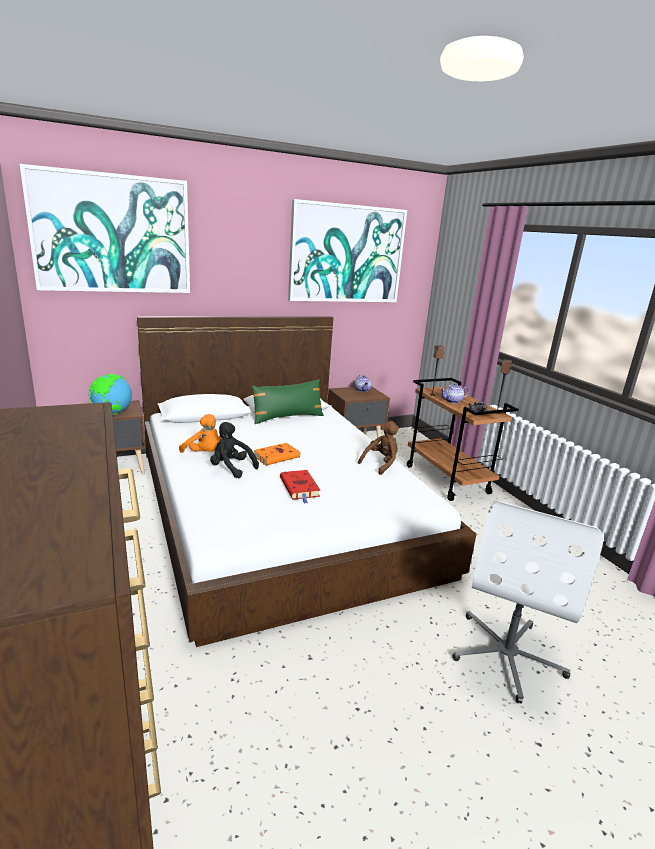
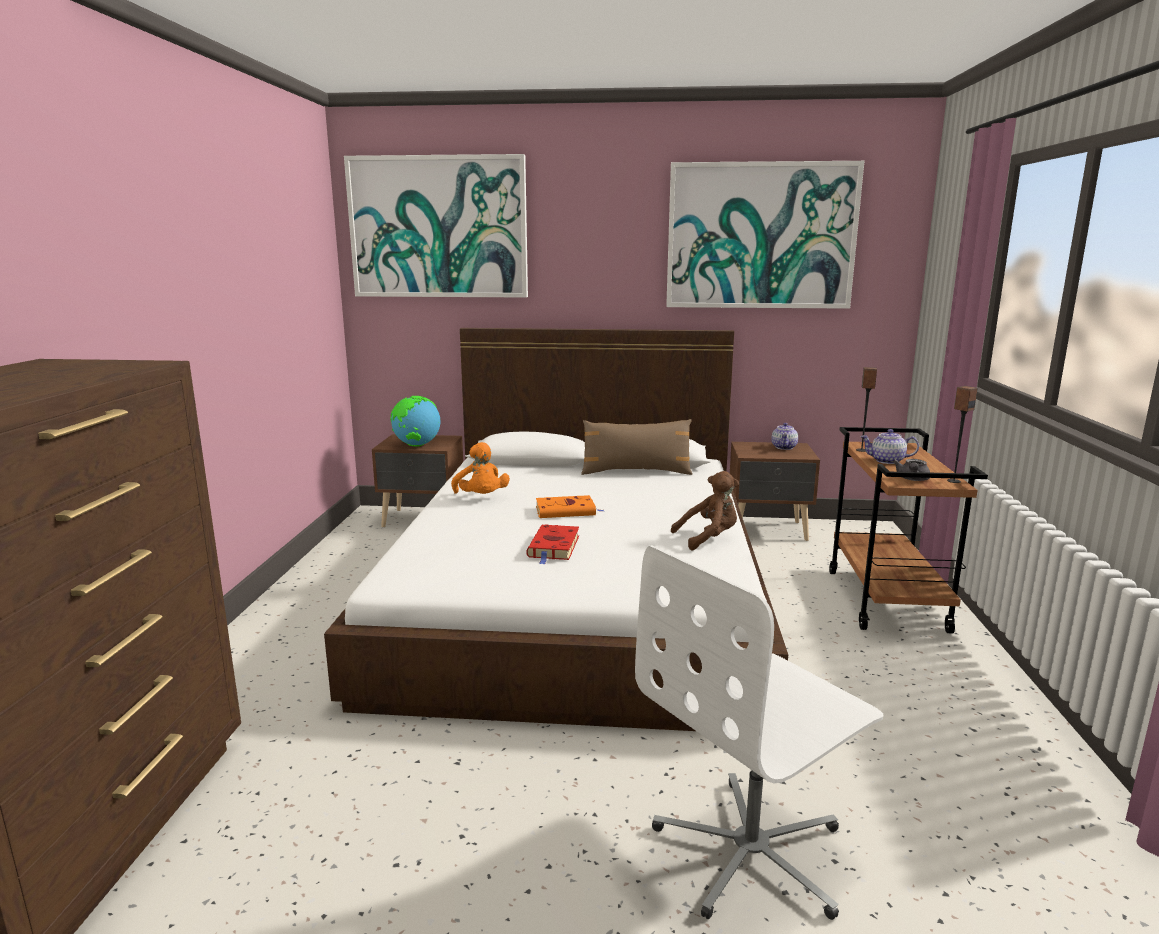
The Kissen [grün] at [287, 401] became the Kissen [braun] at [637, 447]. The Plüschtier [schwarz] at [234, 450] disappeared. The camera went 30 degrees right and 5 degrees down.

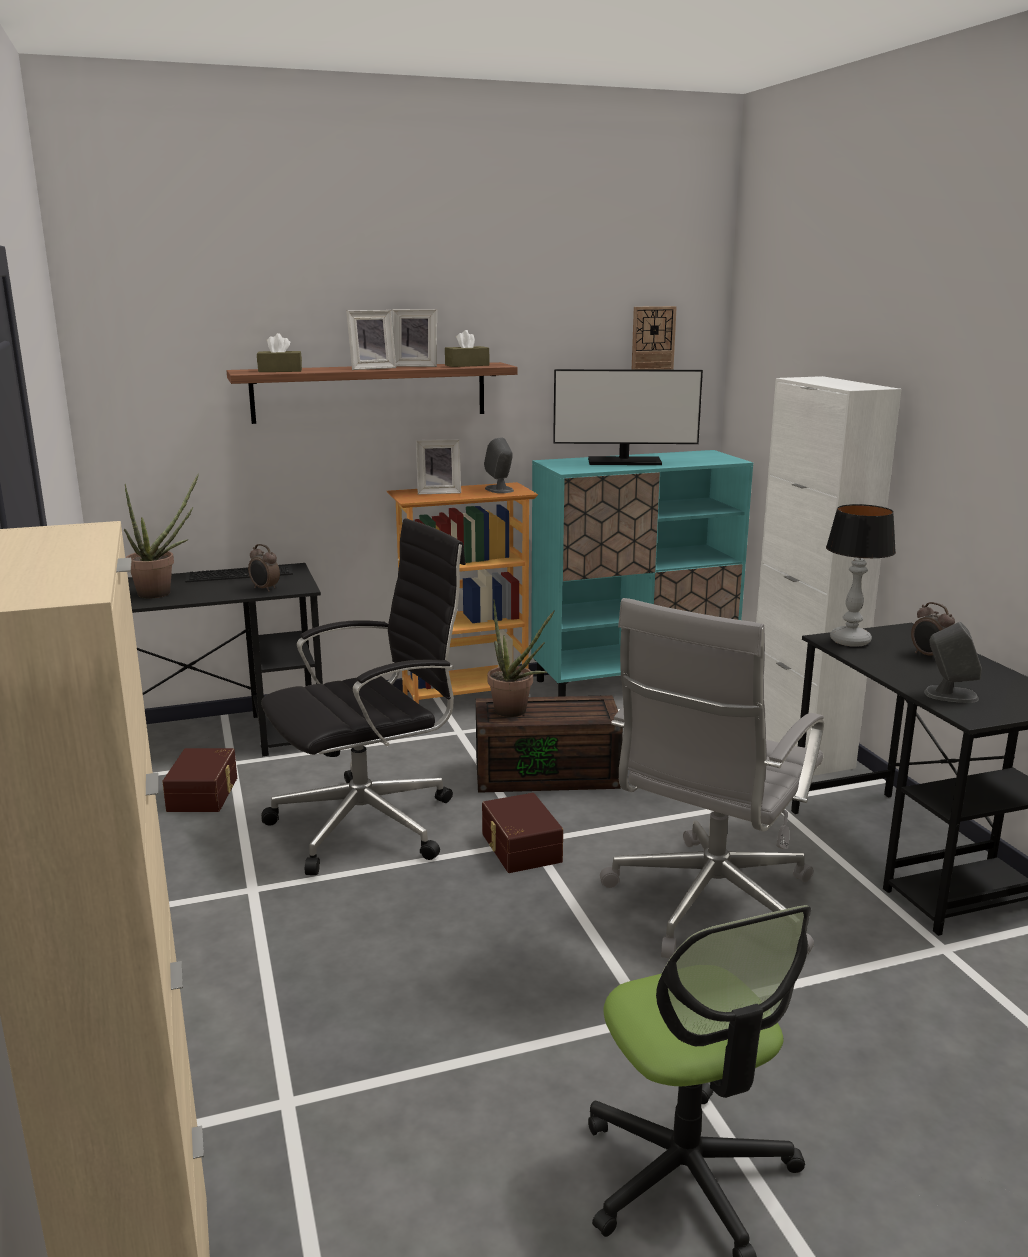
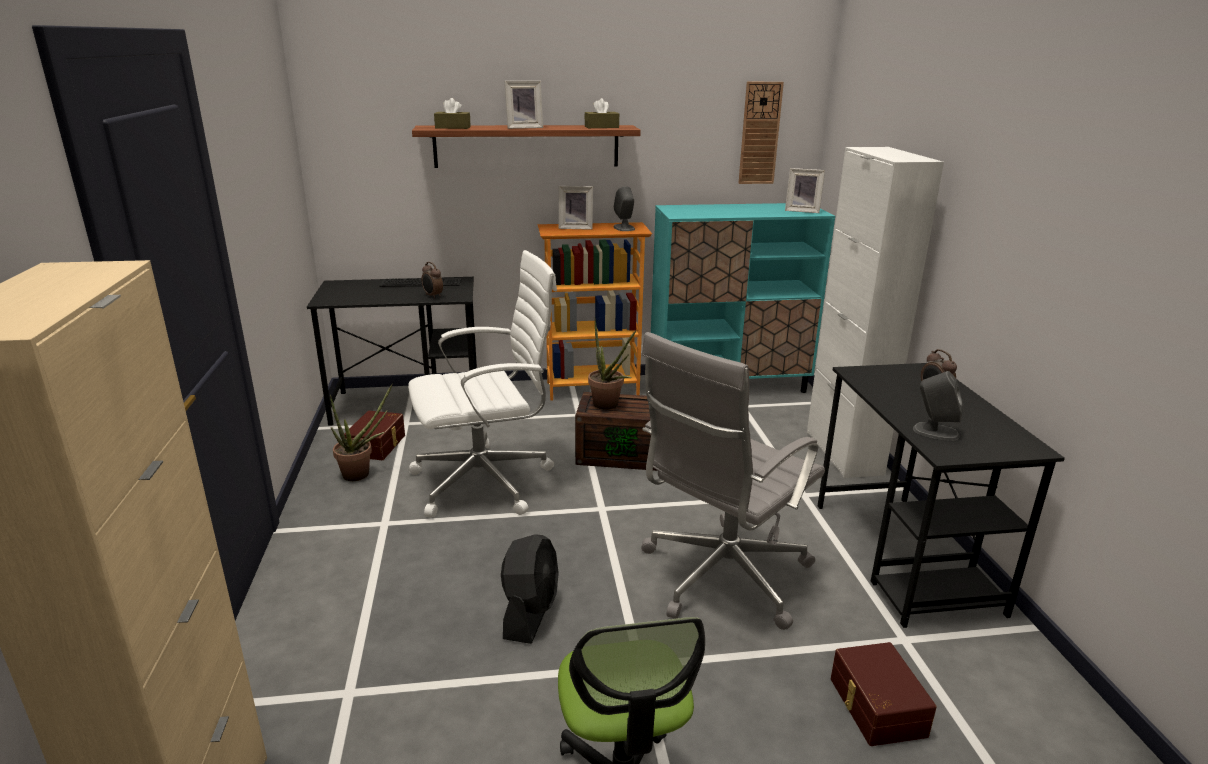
The Bilderrahmen moved from [414, 338] to [805, 190]. The Monitor at [628, 417] disappeared. The Topfpflanze moved from [161, 535] to [361, 432]. The Tischlampe at [861, 575] disappeared. The Bürostuhl [schwarz] at [363, 696] became the Bürostuhl [weiß] at [482, 384]. The Aufbewahrungsbox [braun] moved from [522, 833] to [884, 694]. The Ventilator [schwarz] at [530, 589] appeared. The camera went 10 degrees right and 5 degrees up.

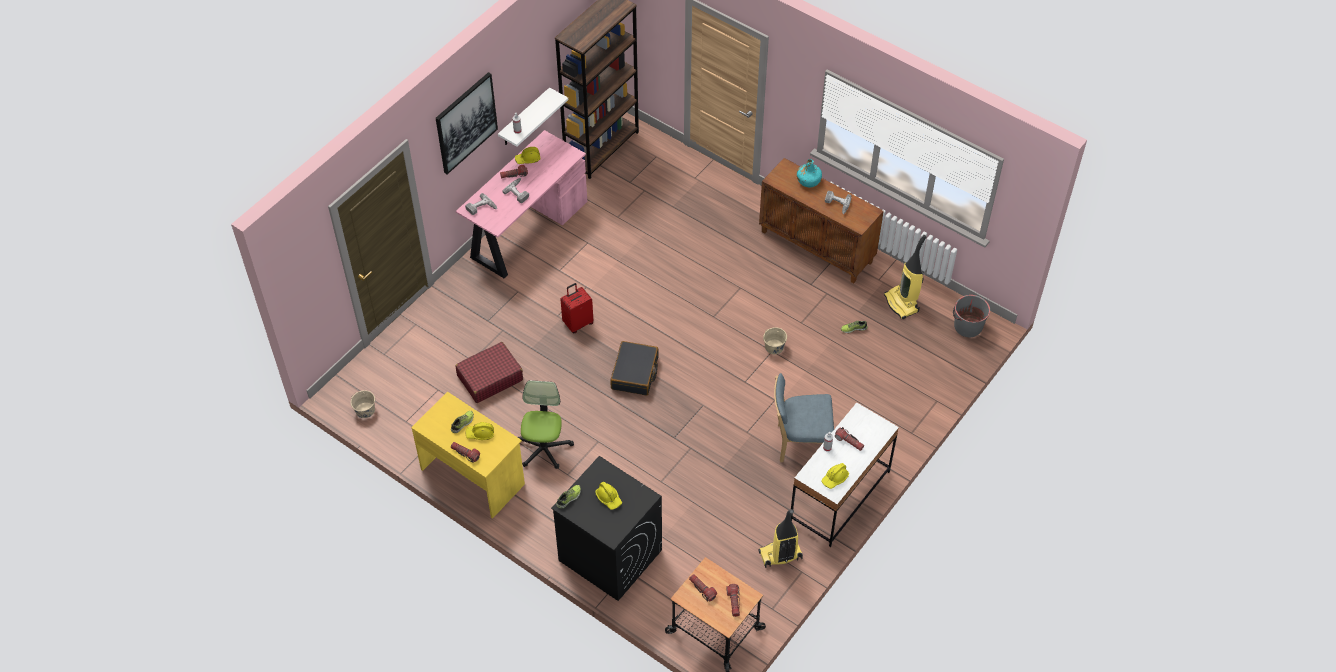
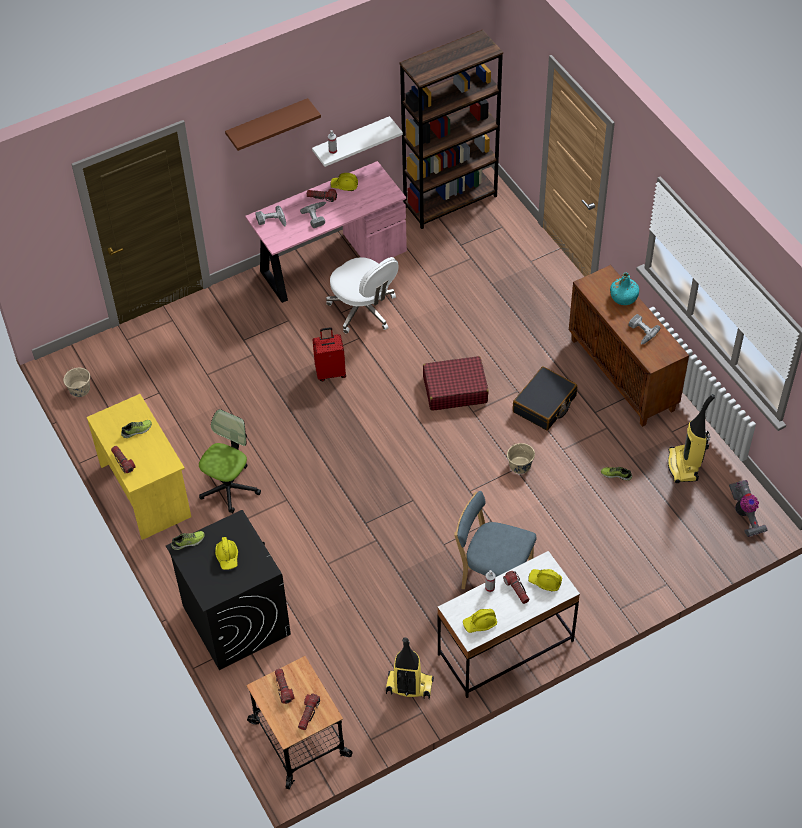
The Bild at [467, 123] was replaced by the Wandregal [braun] at [273, 124]. The Eimer [grau] at [971, 316] was replaced by the Staubsauger at [748, 508]. The Koffer [schwarz] moved from [634, 368] to [545, 398]. The Koffer [rot] moved from [489, 372] to [456, 383]. The Schutzhelm [gelb] moved from [479, 431] to [545, 580]. The Bürostuhl [weiß] at [362, 295] appeared. The camera went 25 degrees right and 0 degrees up.

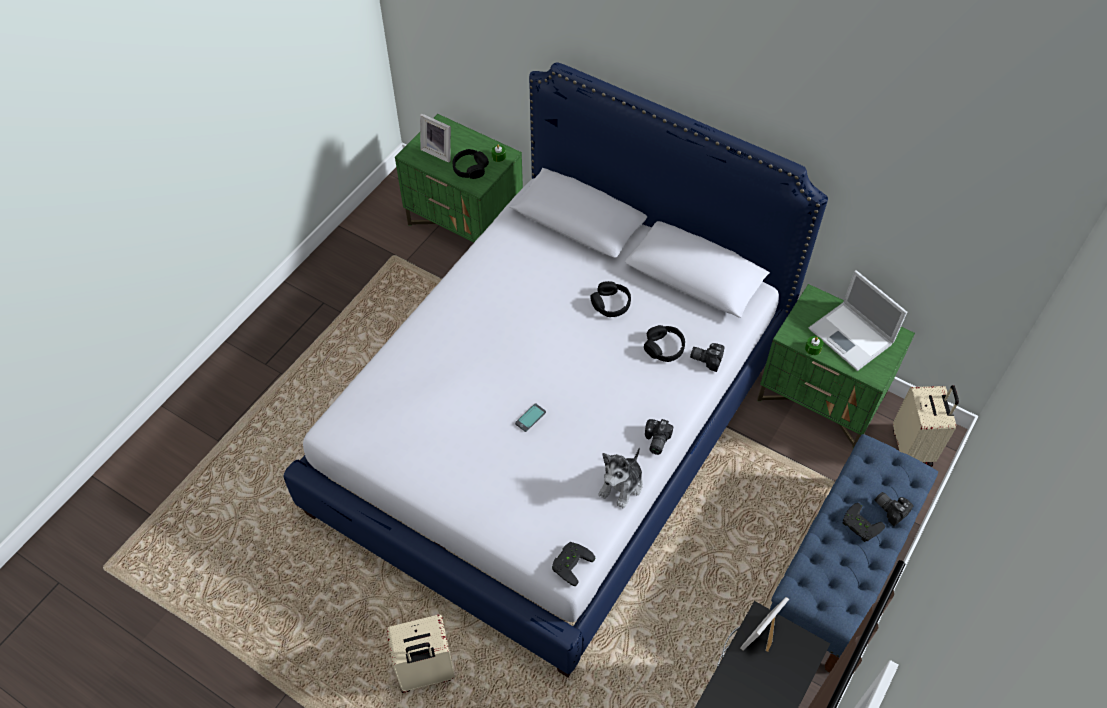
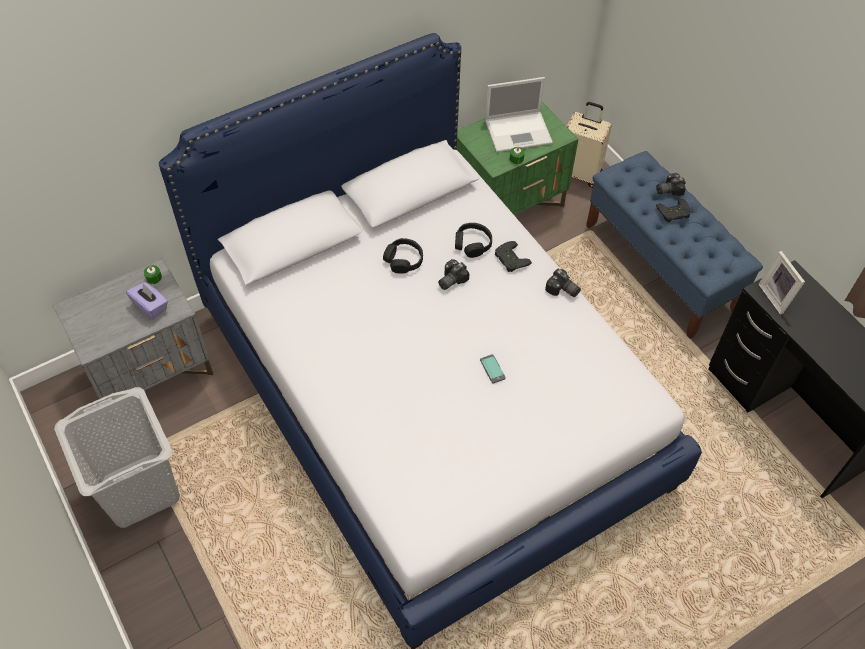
The Bilderrahmen at [435, 138] disappeared. The Nachttisch [grün] at [459, 178] became the Nachttisch [grau] at [132, 329]. The Kopfhörer [schwarz] at [471, 164] was replaced by the Taschentuchbox [lila] at [147, 300]. The Kamera moved from [707, 357] to [453, 274]. The Plüschtier at [621, 478] disappeared. The Gamepad [schwarz] moved from [573, 564] to [513, 256]. The Koffer [beige] at [420, 654] disappeared. The Wäschekorb [grau] at [117, 457] appeared. The camera went 65 degrees left and 0 degrees up.

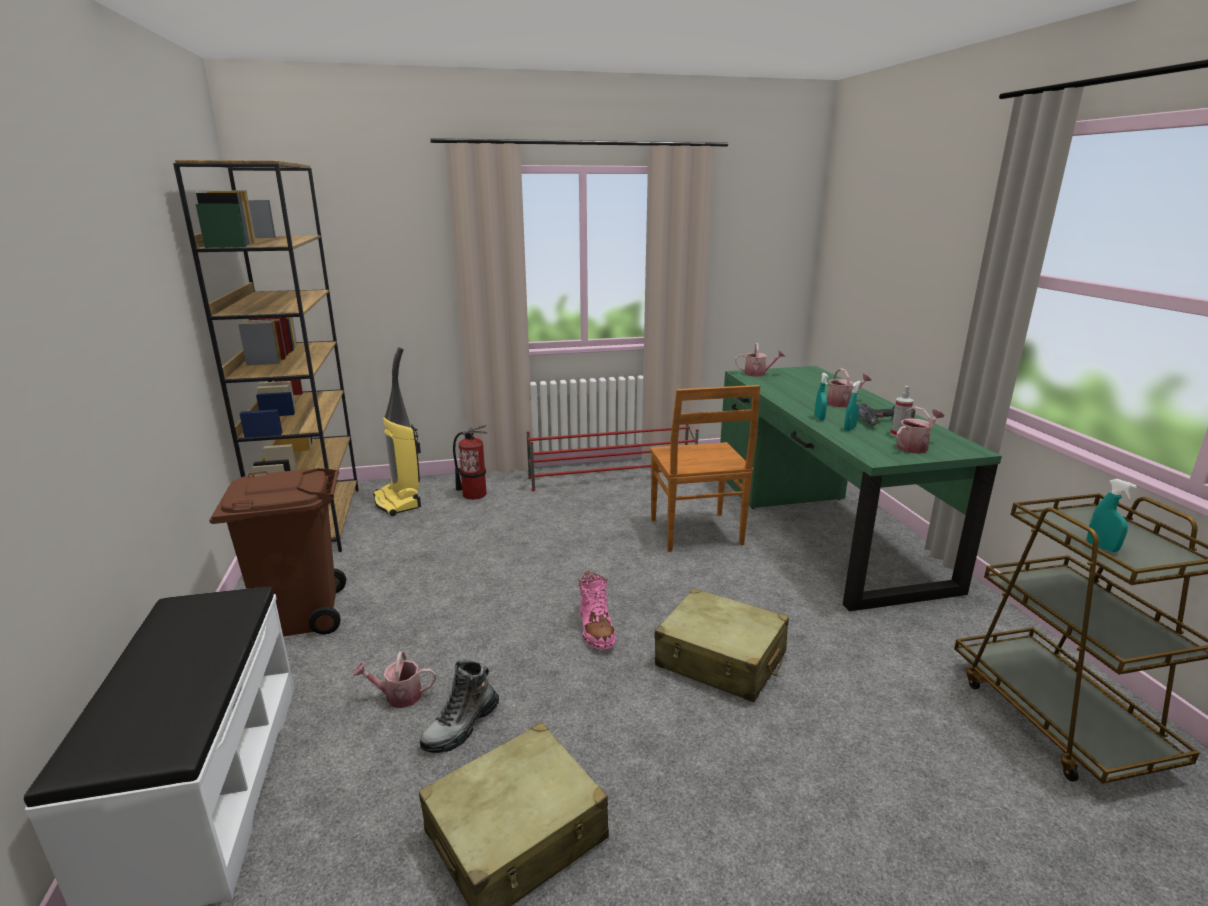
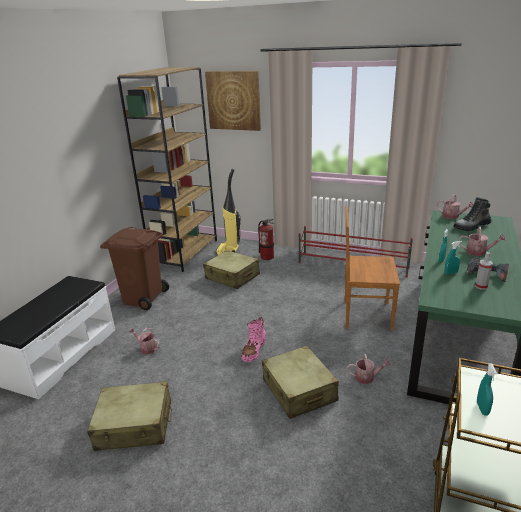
The Stuhl [braun] at [705, 468] turned 75 degrees clockwise. The Gießkanne moved from [920, 430] to [369, 369]. The Stiefel moved from [459, 706] to [472, 214]. The Bild at [233, 101] appeared. The Koffer [beige] at [231, 269] appeared. The camera went 35 degrees right and 5 degrees up.

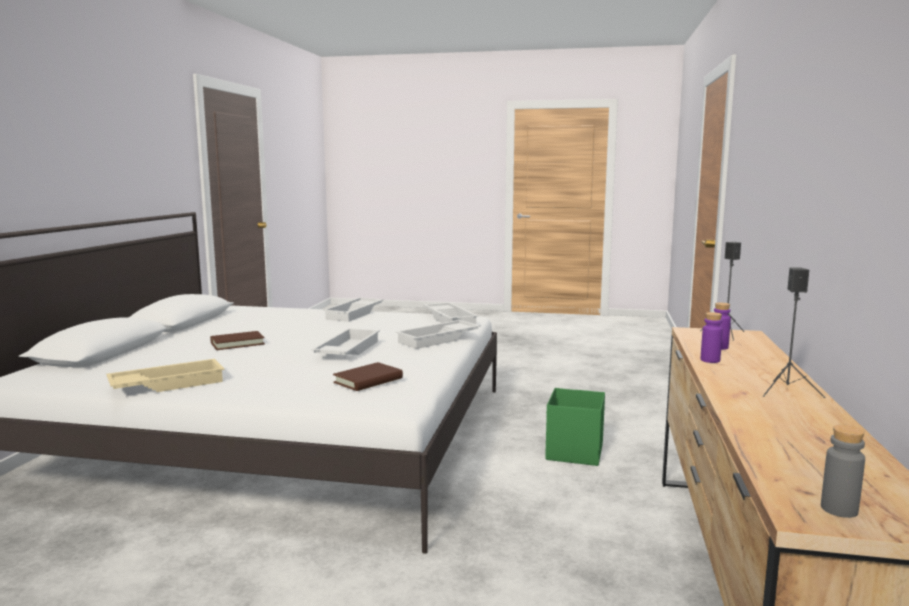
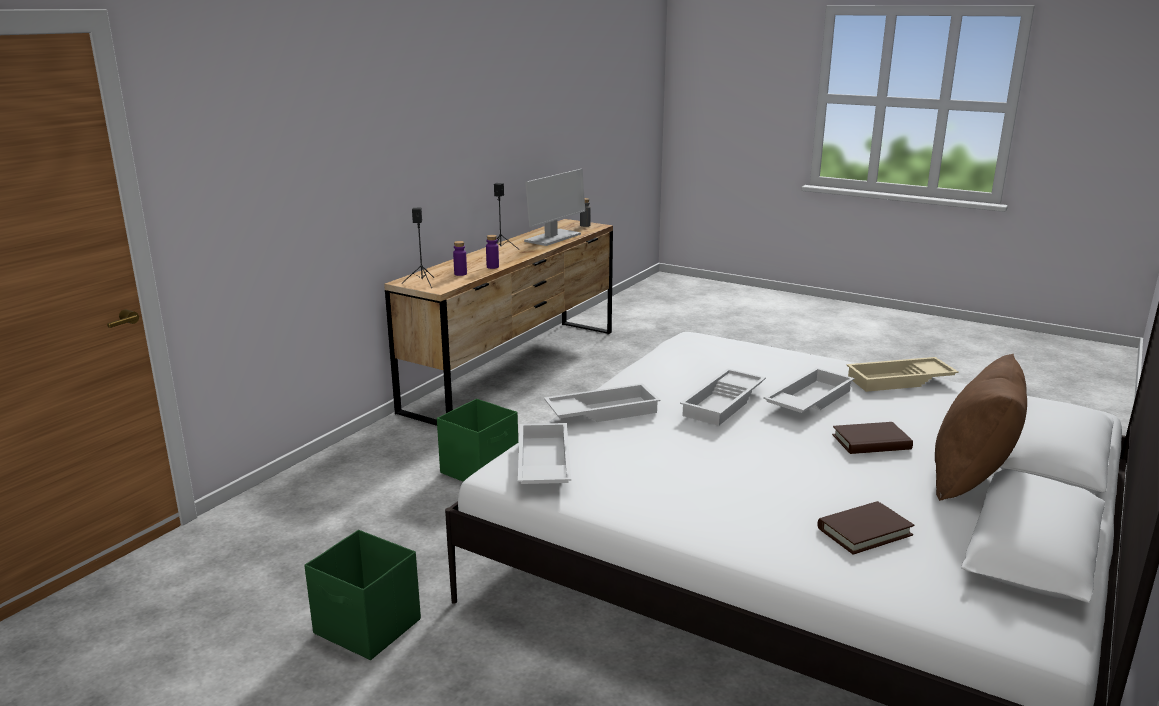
The Tablett [weiß] moved from [353, 310] to [809, 390]. The Buch [braun] moved from [368, 376] to [866, 528]. The Monitor at [554, 207] appeared. The Kissen [braun] at [981, 427] appeared. The Aufbewahrungsbox [grün] at [362, 595] appeared. The camera went 160 degrees left and 10 degrees up.

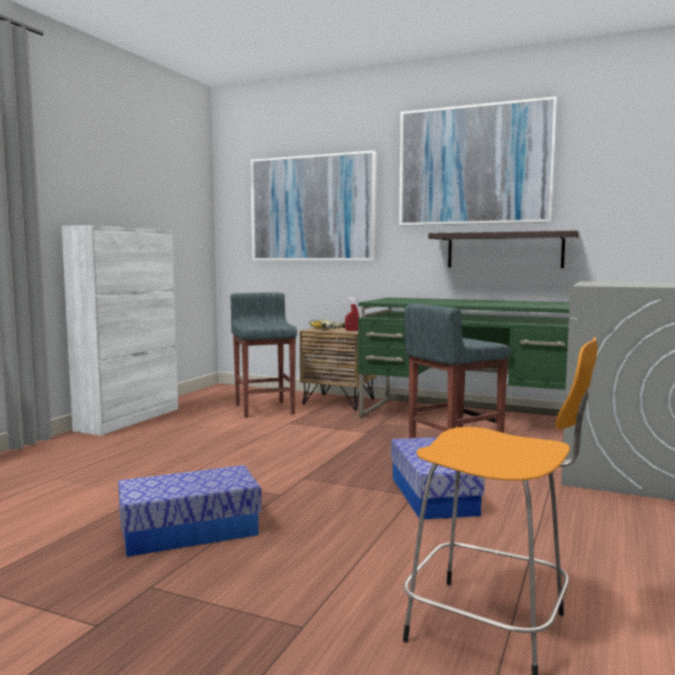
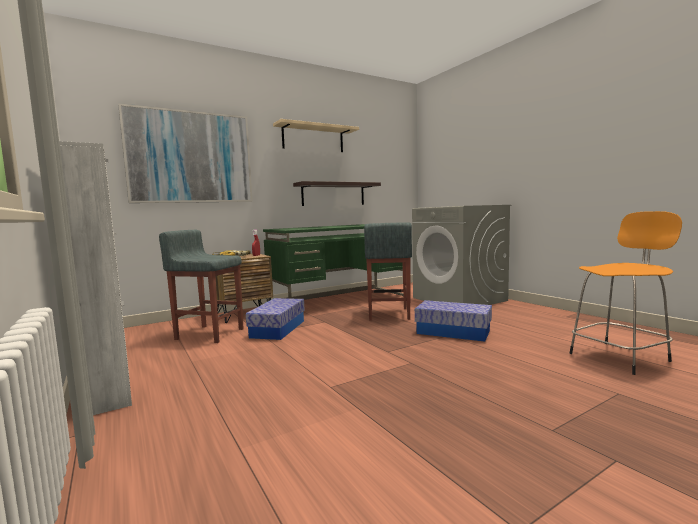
The Bild at [478, 161] was replaced by the Wandregal [beige] at [316, 135]. The Aufbewahrungsbox moved from [190, 511] to [275, 319]. The camera went 55 degrees left and 0 degrees up.

